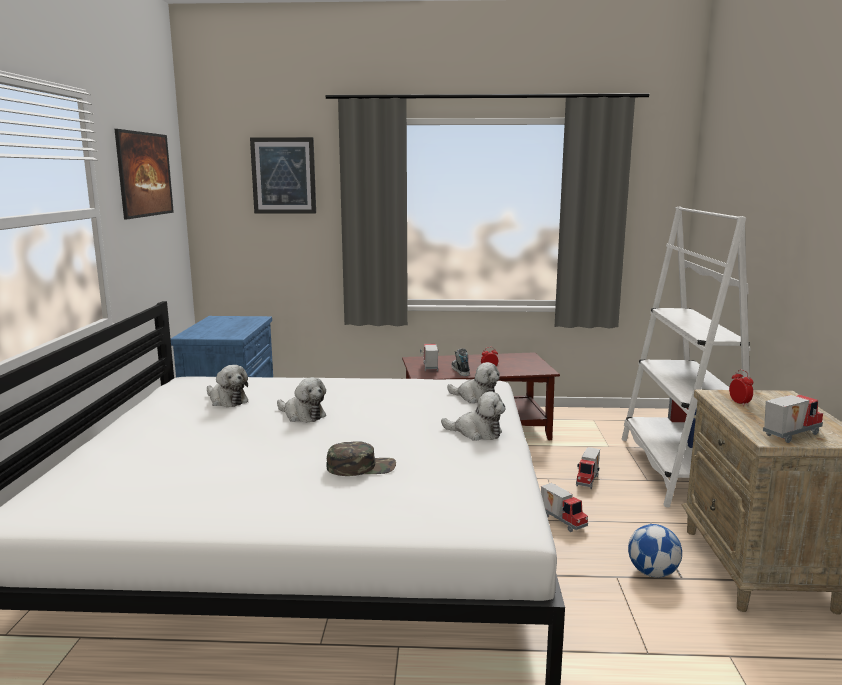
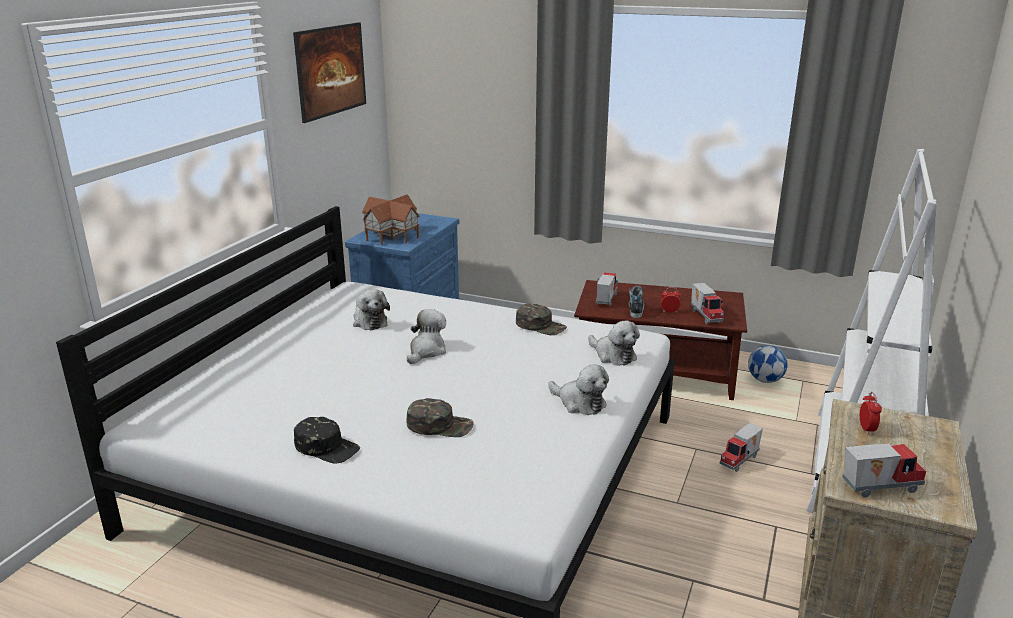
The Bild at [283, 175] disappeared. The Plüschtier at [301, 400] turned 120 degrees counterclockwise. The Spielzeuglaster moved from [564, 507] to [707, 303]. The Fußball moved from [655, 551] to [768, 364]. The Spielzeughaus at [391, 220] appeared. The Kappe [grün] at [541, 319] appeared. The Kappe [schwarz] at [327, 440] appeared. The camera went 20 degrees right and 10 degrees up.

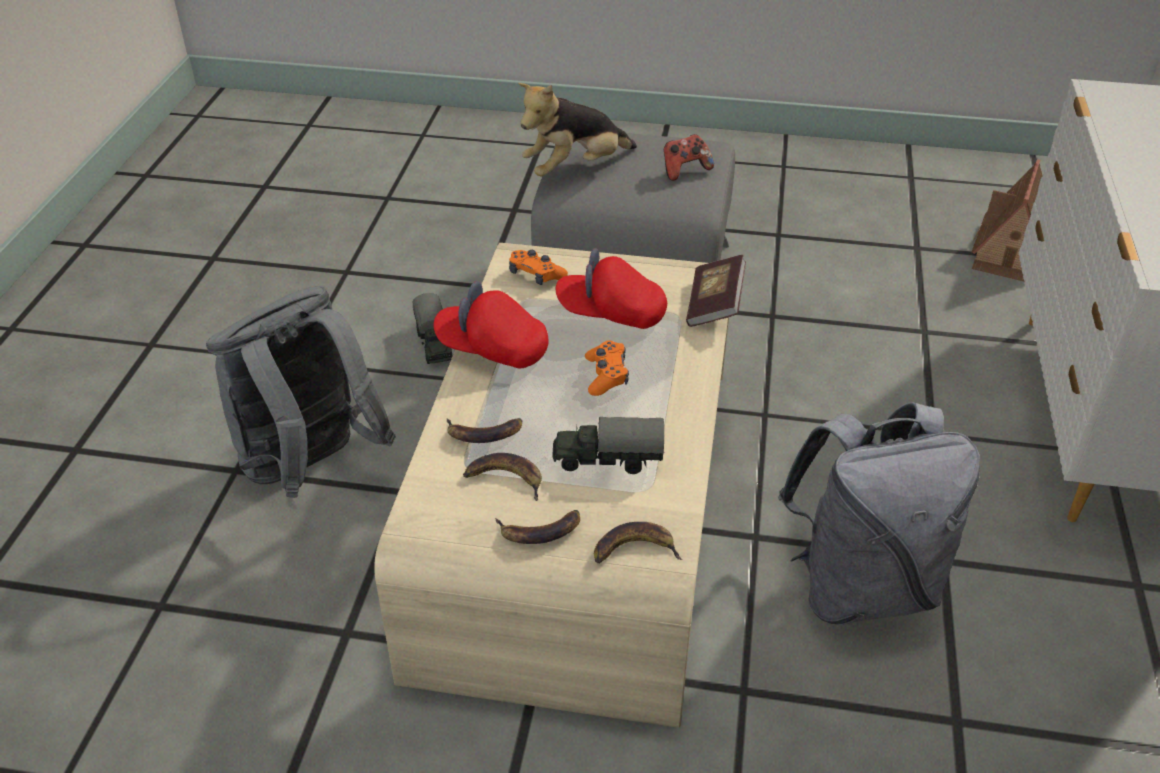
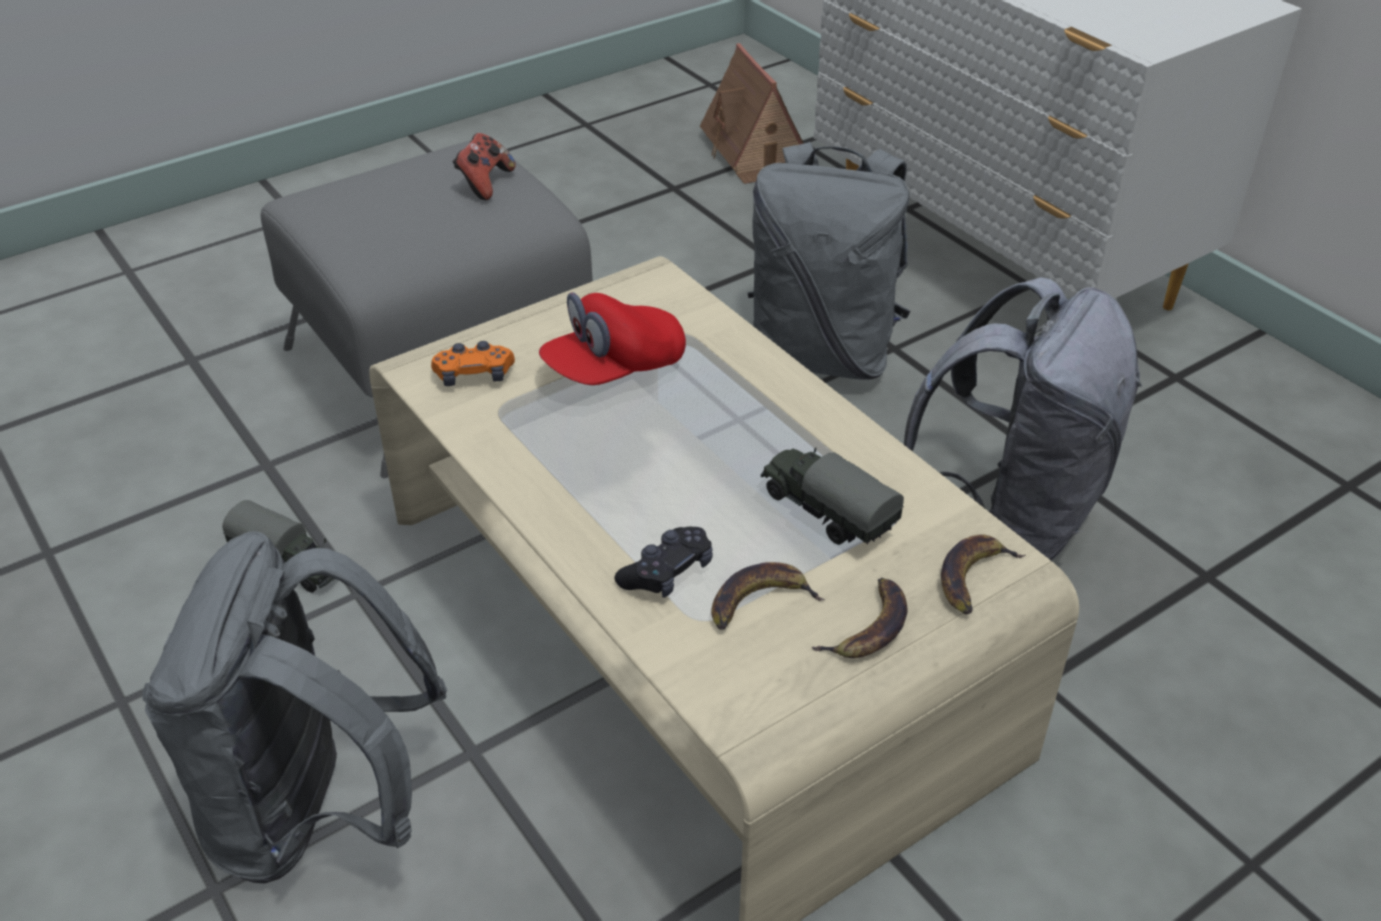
The Plüschtier at [577, 129] disappeared. The Buch at [716, 291] disappeared. The Kappe [rot] at [491, 325] disappeared. The Gamepad [orange] at [607, 368] disappeared. The Spielzeuglaster at [608, 445] turned 90 degrees clockwise. The Banane at [484, 430] was replaced by the Gamepad [schwarz] at [664, 562]. The Rucksack [grau] at [829, 261] appeared. The camera went 45 degrees left and 0 degrees up.

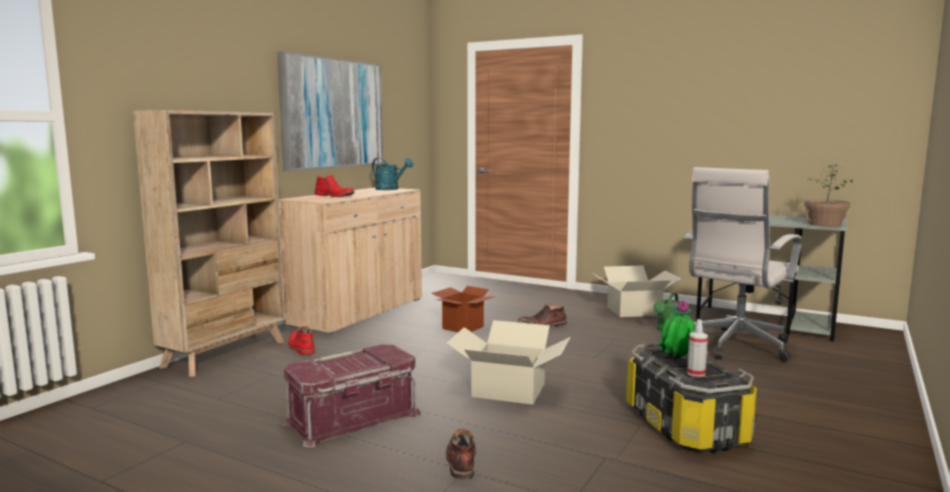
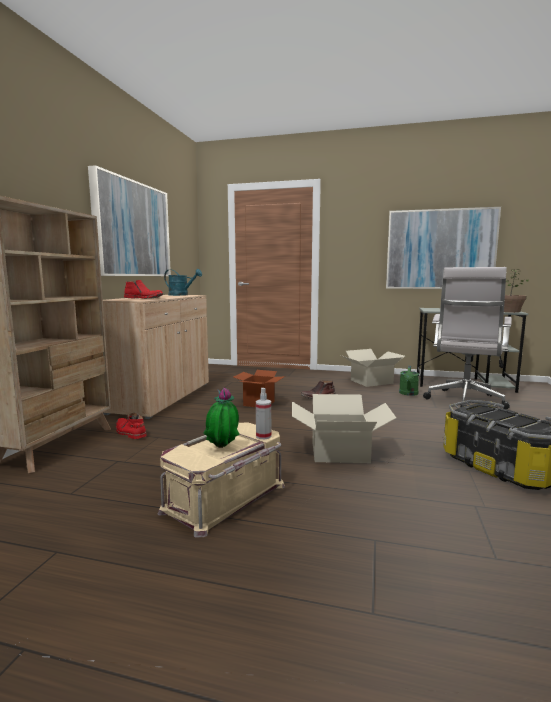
The Topfpflanze moved from [676, 330] to [221, 418]. The Sprühflasche moved from [697, 348] to [263, 413]. The Aufbewahrungsbox [rot] at [352, 396] became the Aufbewahrungsbox [beige] at [221, 480]. The Stiefel [braun] at [461, 454] disappeared. The Bild at [443, 248] appeared. The camera went 15 degrees left and 0 degrees up.

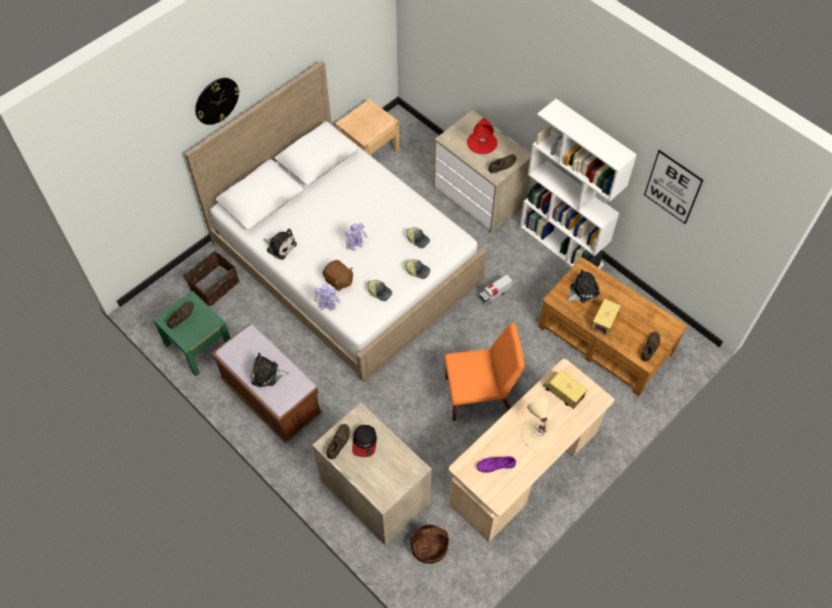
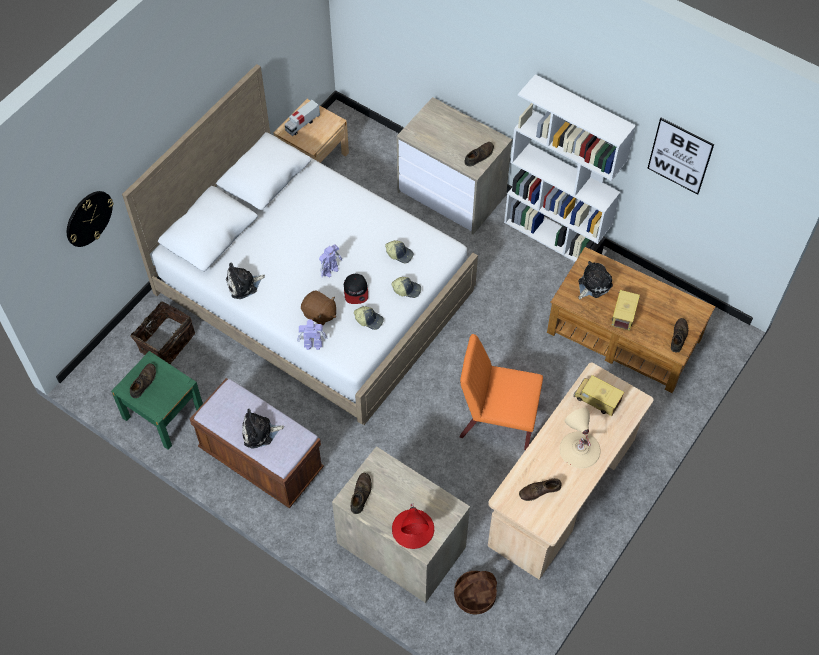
The Wanduhr moved from [217, 101] to [90, 219]. The Tischlampe [rot] moved from [482, 136] to [413, 526]. The Plüschtier at [280, 244] turned 135 degrees clockwise. The Spielzeuglaster moved from [496, 290] to [302, 118]. The Stuhl [orange] at [485, 372] turned 150 degrees counterclockwise. The Kappe moved from [364, 441] to [356, 289]. The Schuh [lila] at [496, 464] became the Schuh [braun] at [540, 489]. The camera went 10 degrees left and 0 degrees up.

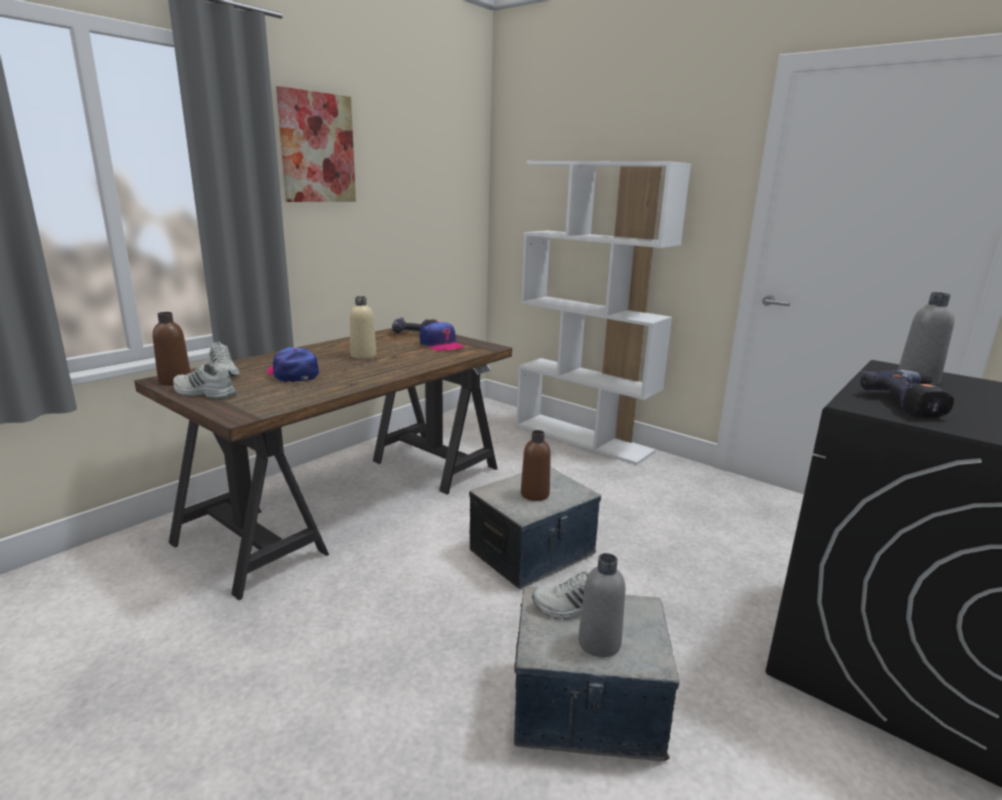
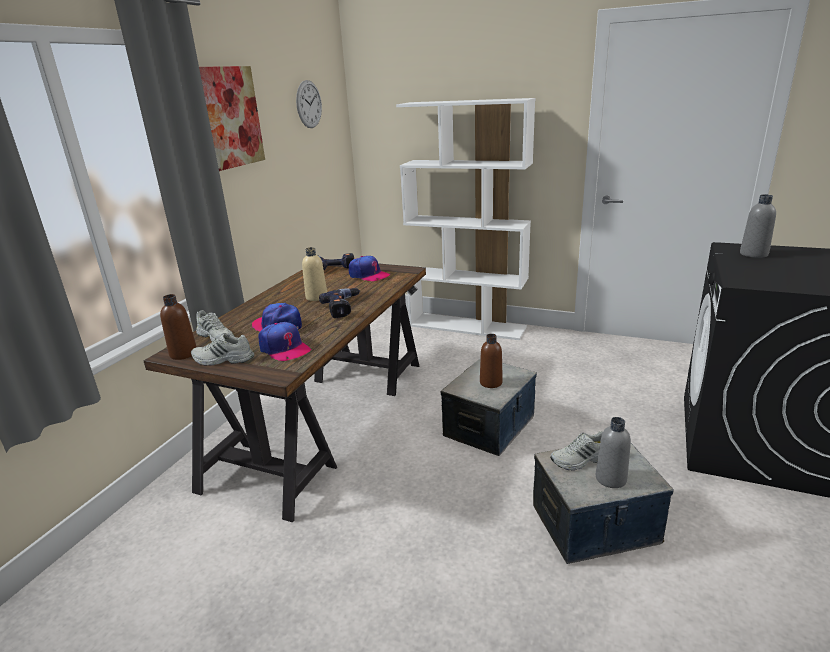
The Bohrmaschine moved from [907, 394] to [339, 303]. The Wanduhr at [309, 104] appeared. The Kappe at [284, 341] appeared. The camera went 15 degrees left and 5 degrees up.

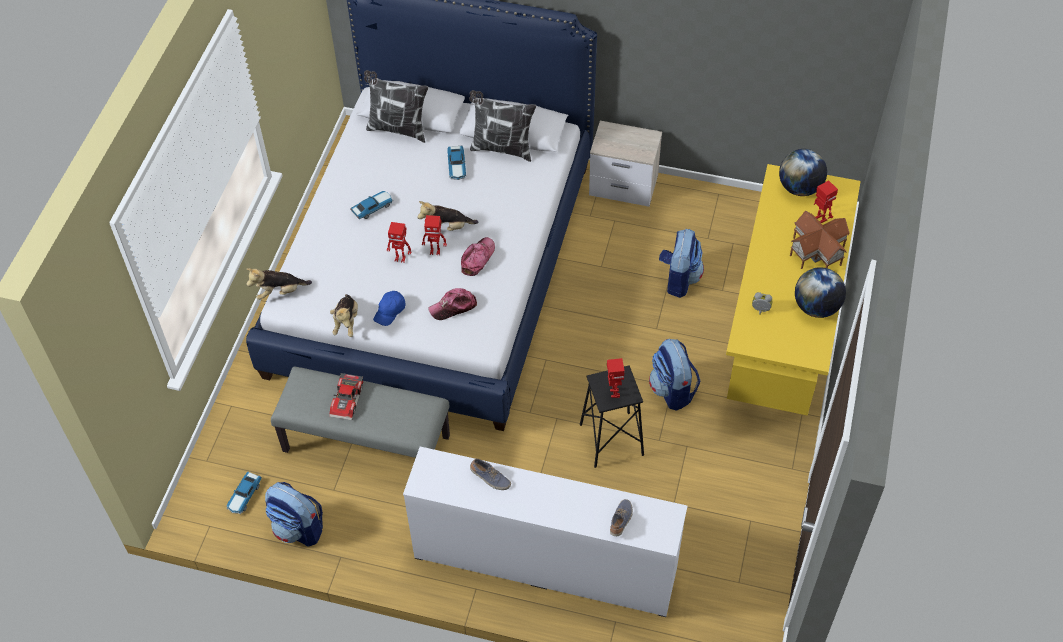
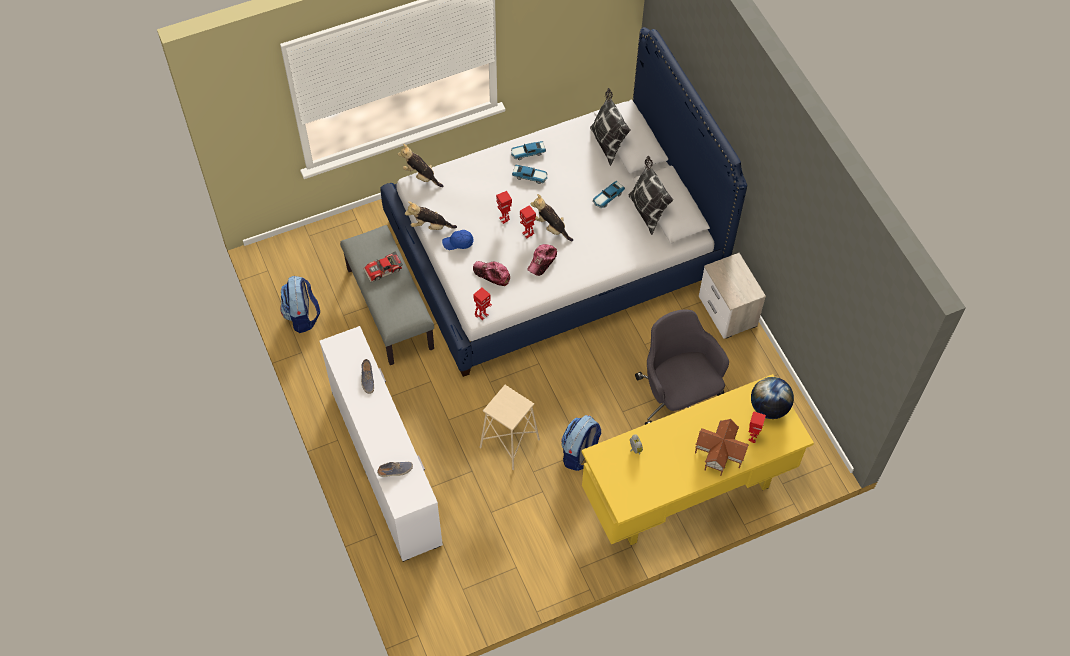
The Rucksack at [681, 263] was replaced by the Bürostuhl [grau] at [682, 367]. The Kappe at [478, 256] turned 135 degrees clockwise. The Globus at [820, 292] disappeared. The Plüschtier at [344, 315] turned 45 degrees clockwise. The Spielzeugroboter moved from [616, 378] to [482, 304]. The Hocker [schwarz] at [612, 416] became the Hocker [beige] at [510, 427]. The Spielzeugauto moved from [244, 493] to [528, 150]. The camera went 50 degrees right and 5 degrees up.

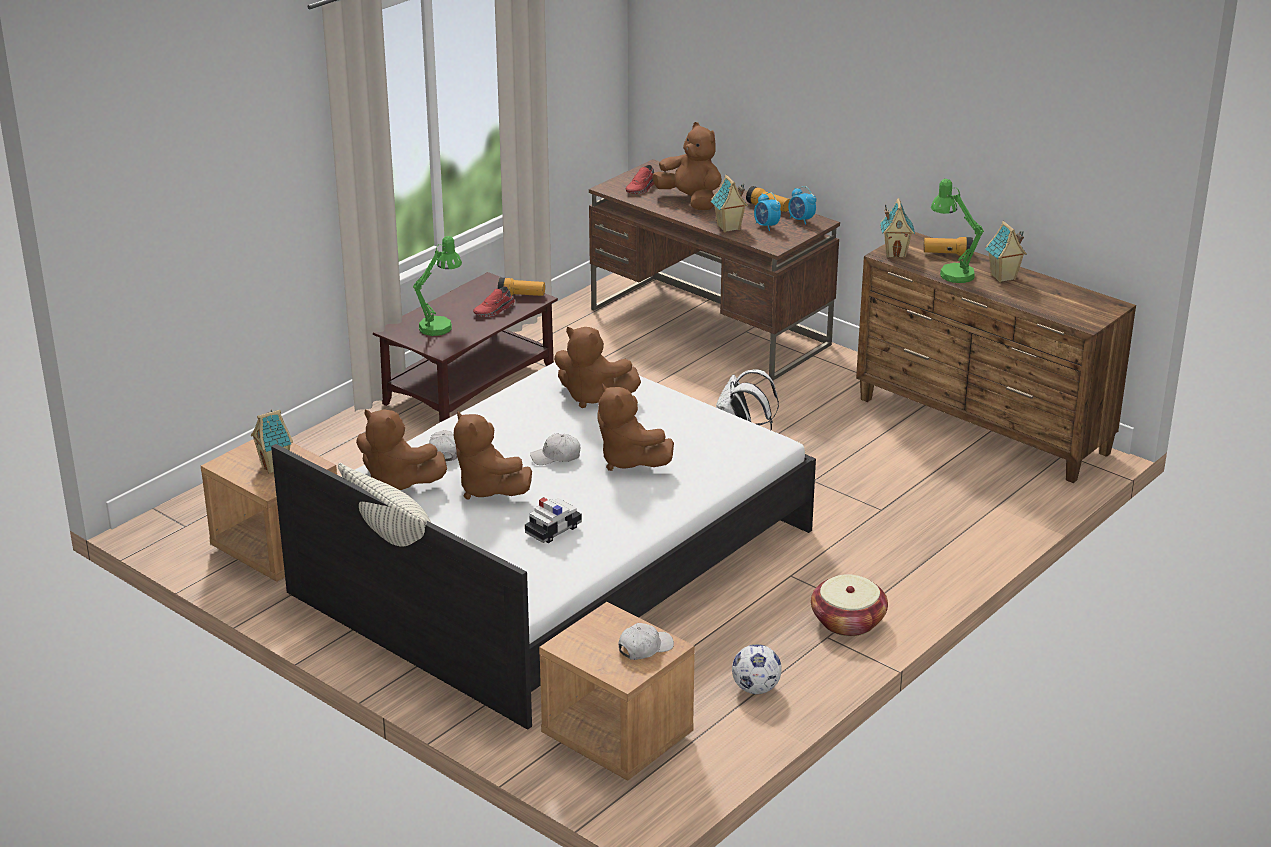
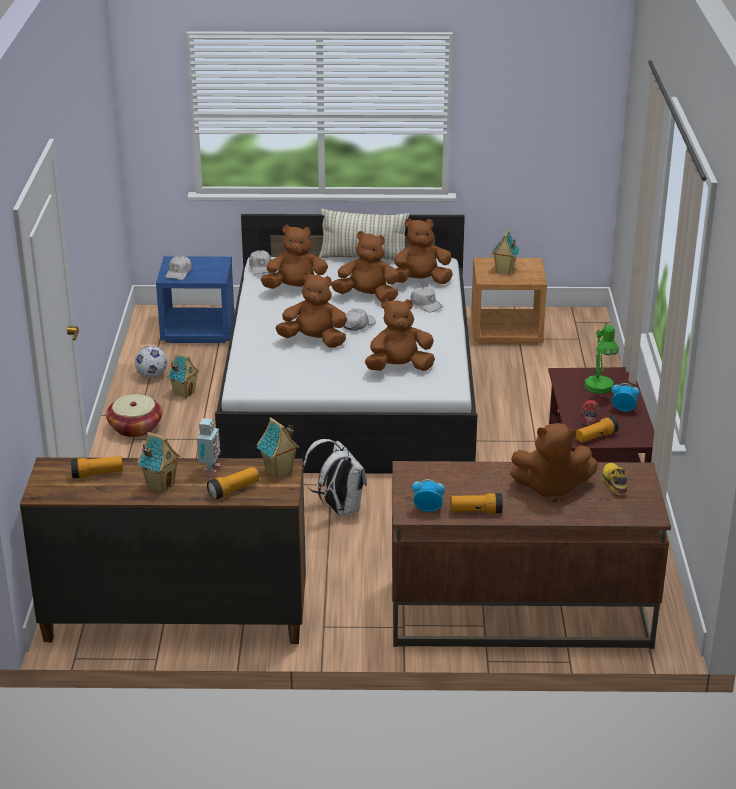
The Schuh [rot] at [640, 179] became the Schuh [gelb] at [614, 478]. The Spielzeughaus moved from [729, 203] to [183, 375]. The Tischlampe [grün] at [957, 231] was replaced by the Spielzeugroboter at [209, 447]. The Wecker moved from [767, 211] to [625, 397]. The Spielzeugauto at [553, 520] was replaced by the Plüschtier [braun] at [294, 257]. The Nachttisch [braun] at [617, 691] became the Nachttisch [blau] at [195, 299]. The Kappe [weiß] at [260, 262] appeared. The Taschenlampe at [97, 467] appeared. The camera went 140 degrees right and 0 degrees up.

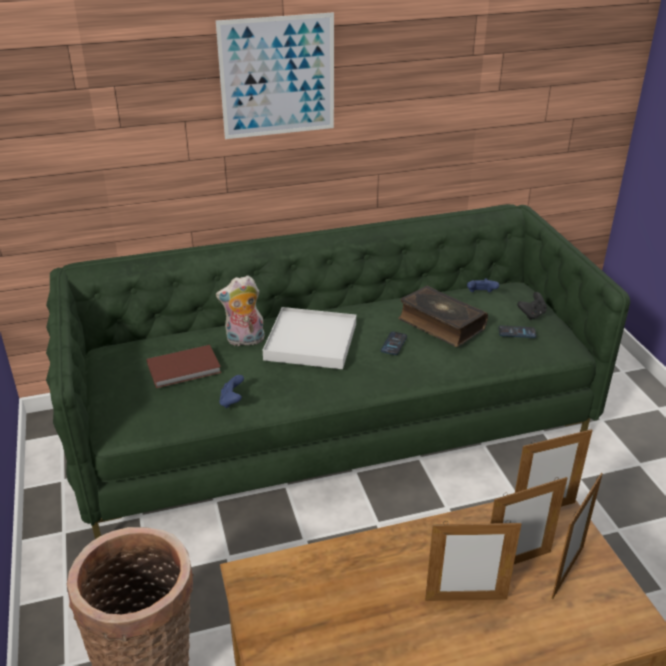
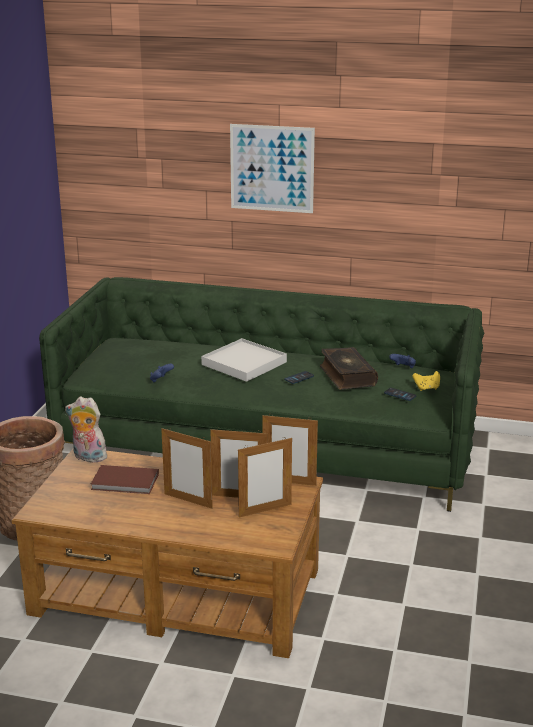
The Plüschtier moved from [240, 310] to [87, 430]. The Gamepad [schwarz] at [532, 306] became the Gamepad [gelb] at [426, 381]. The Buch [braun] moved from [184, 366] to [125, 479]. The camera went 30 degrees right and 10 degrees down.

